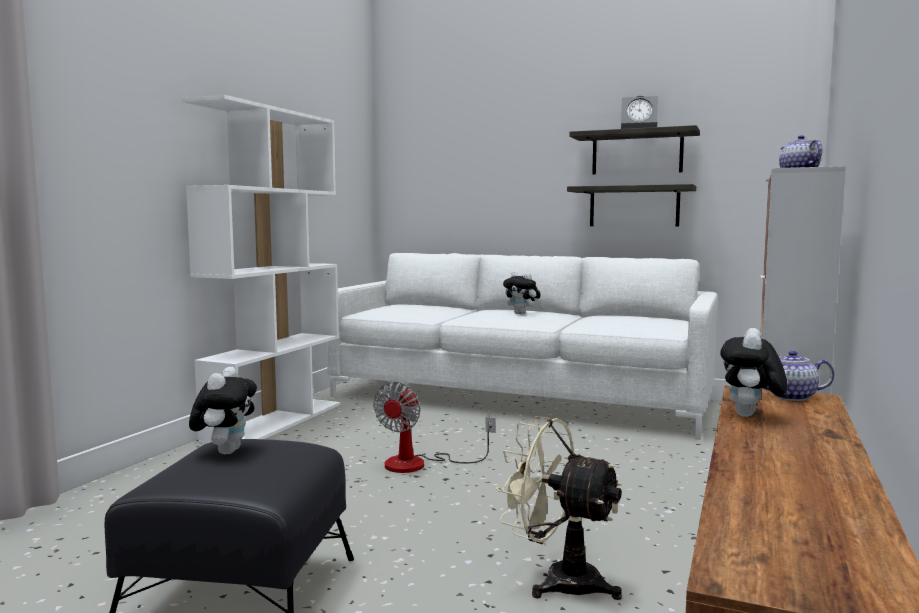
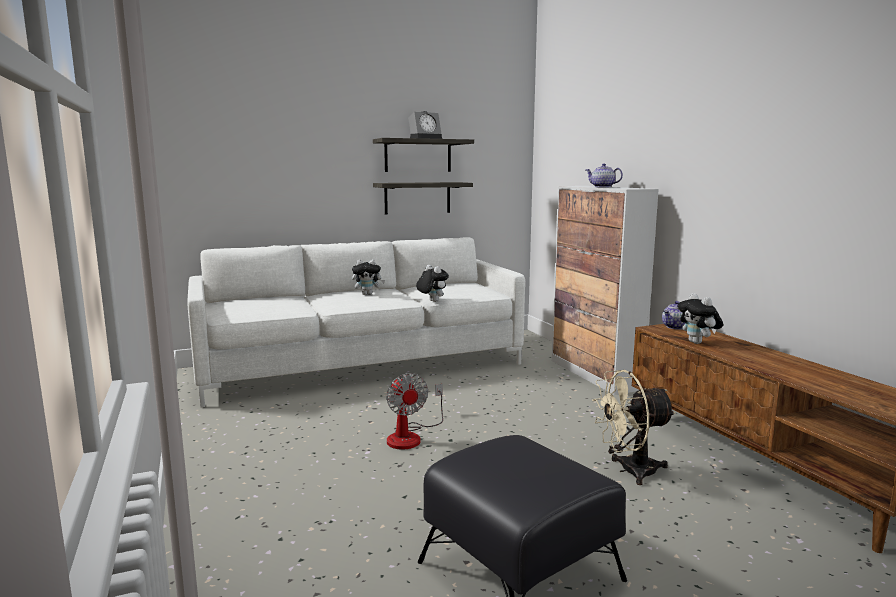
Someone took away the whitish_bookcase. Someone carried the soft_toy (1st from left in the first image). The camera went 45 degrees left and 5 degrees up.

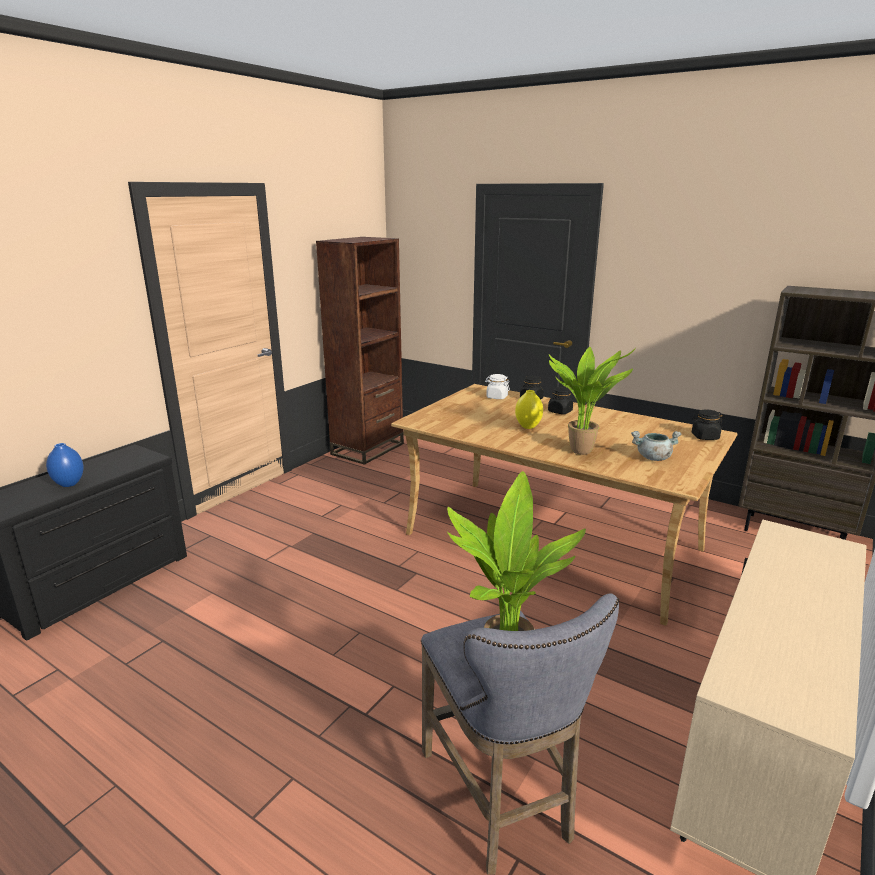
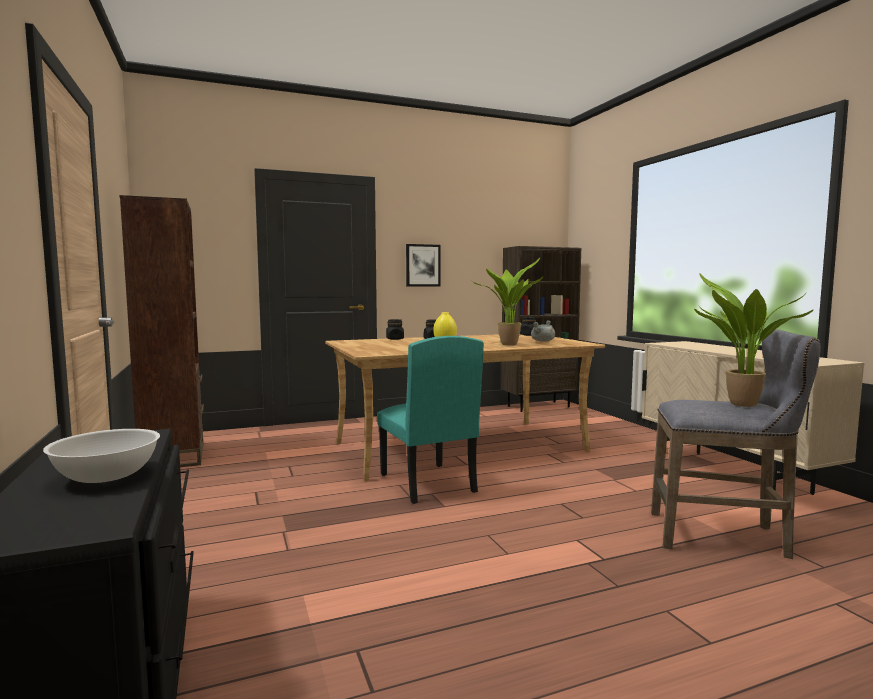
Someone took away the whitish_jar. Someone swapped the blue_vase for the whitish_bowl. Someone put up the wall_picture. Someone put down the turquoise_chair. The camera went 55 degrees left and 15 degrees down.

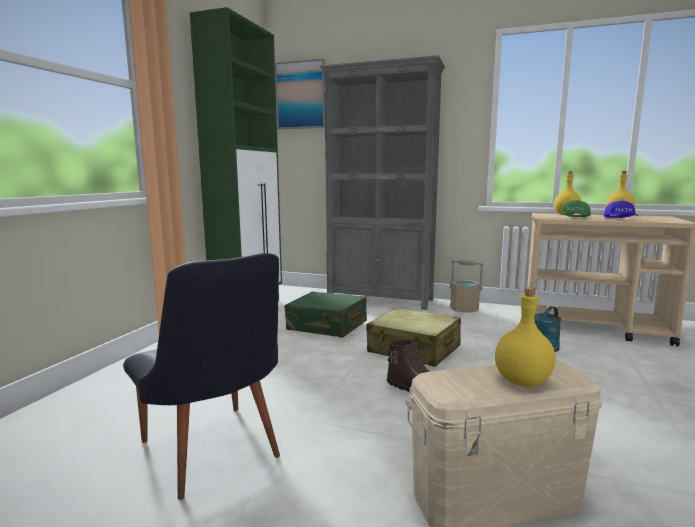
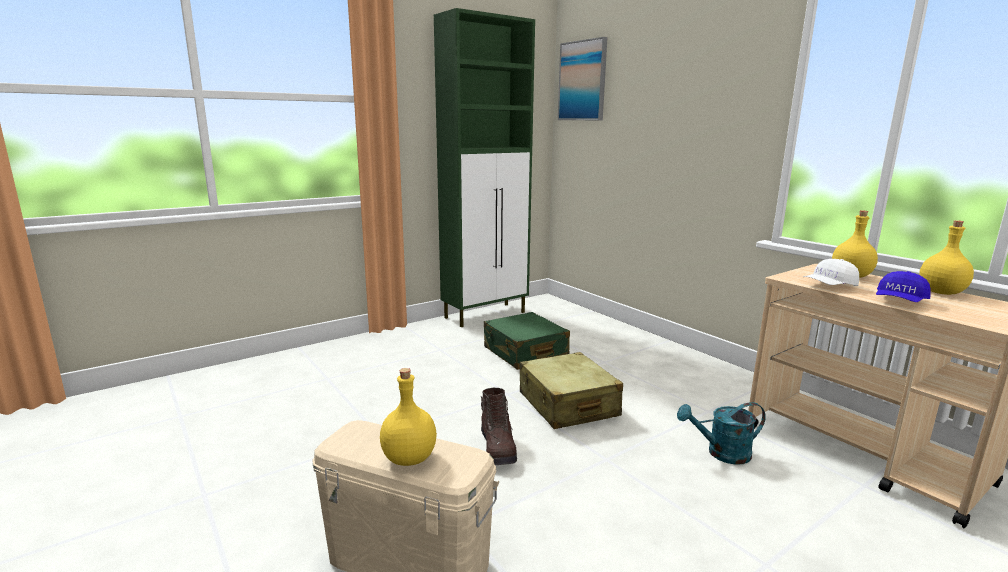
Someone took away the greyish_bookcase. Someone repainted the green-coloured_peaked_cap, which became the whitish_peaked_cap. Someone took away the black_chair. Someone took away the beige-coloured_pail. The camera went 35 degrees right and 5 degrees up.

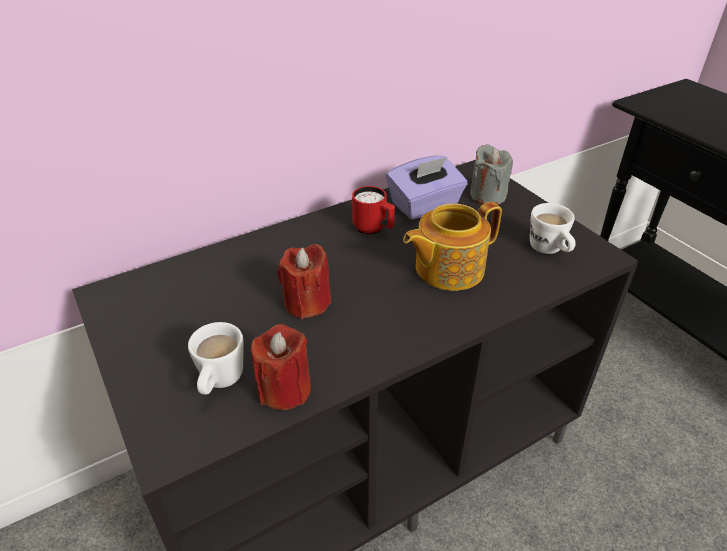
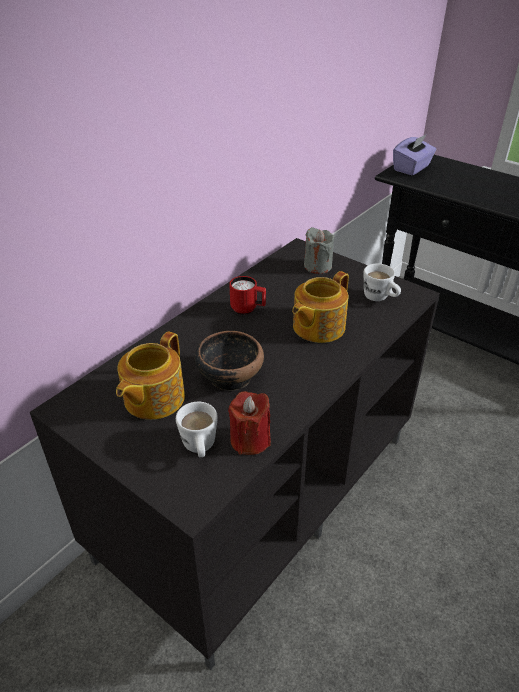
Someone carried the purplish_tissue_holder. Someone swapped the red-coloured_wax_light (2nd from left) for the bowl. Someone put down the teapot (1st from left). The camera went 20 degrees left and 0 degrees up.

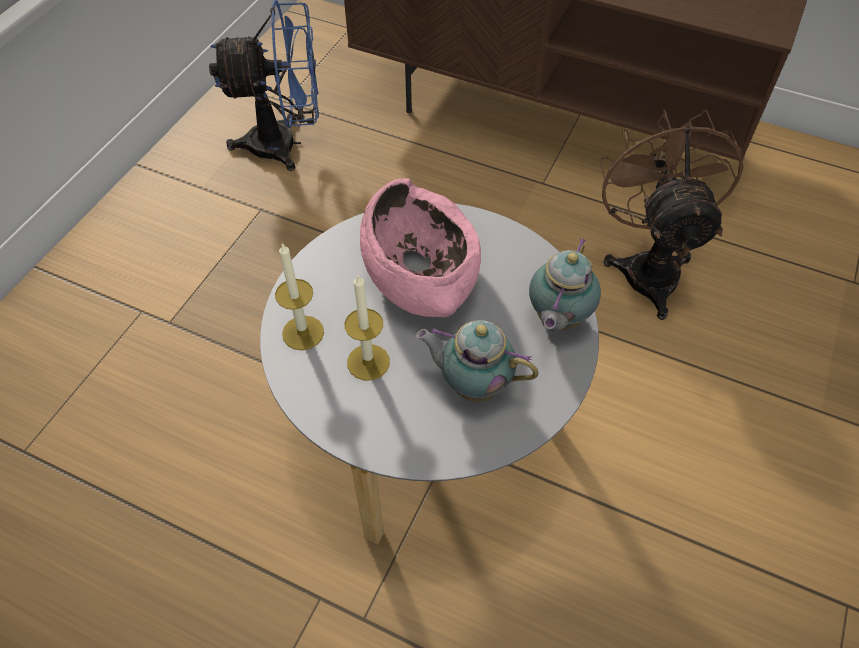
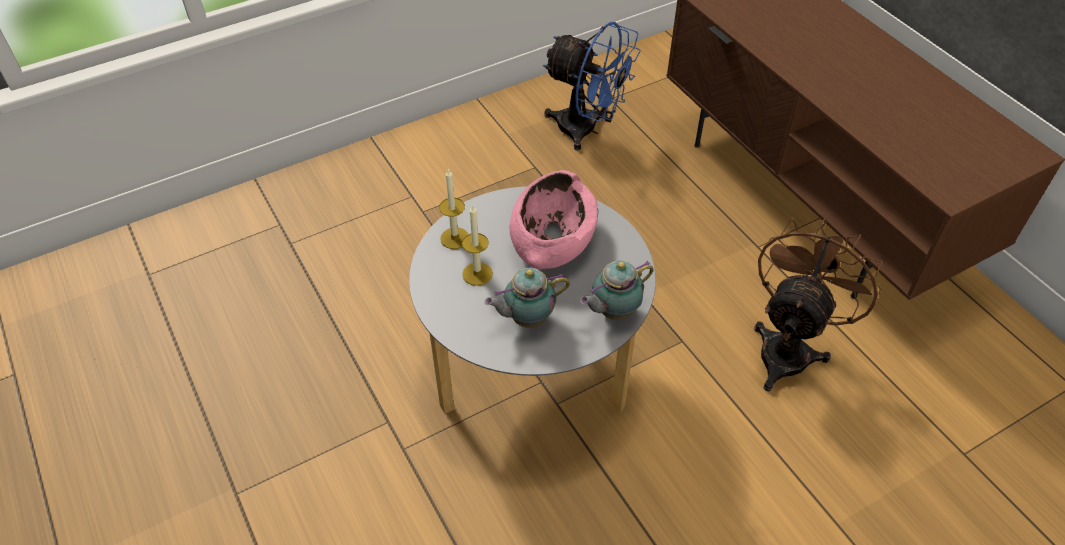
Someone rotated the teapot (1st from left) by 75 degrees counterclockwise. The camera went 35 degrees right and 5 degrees down.

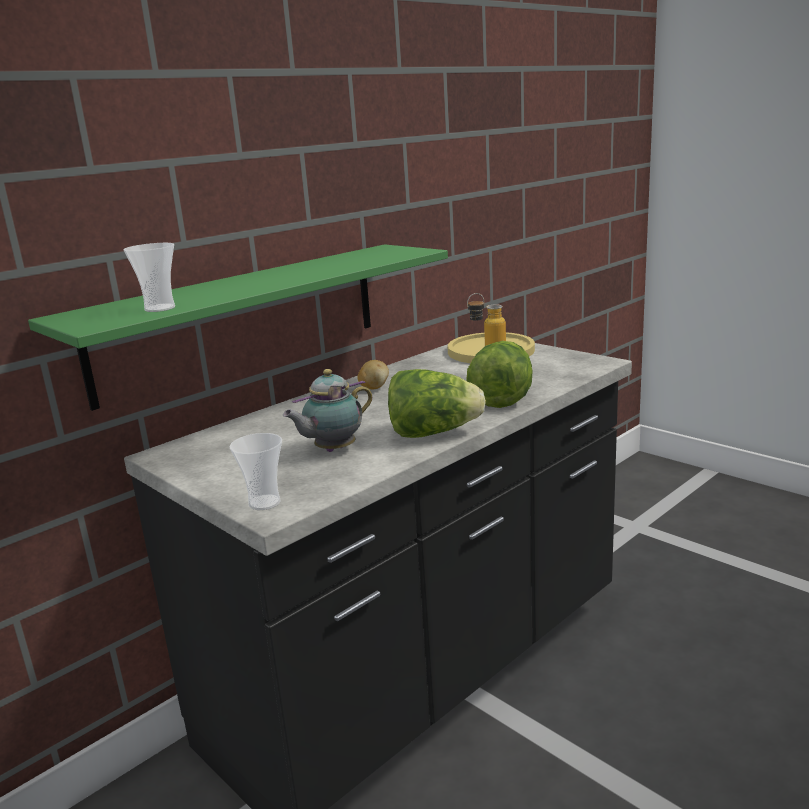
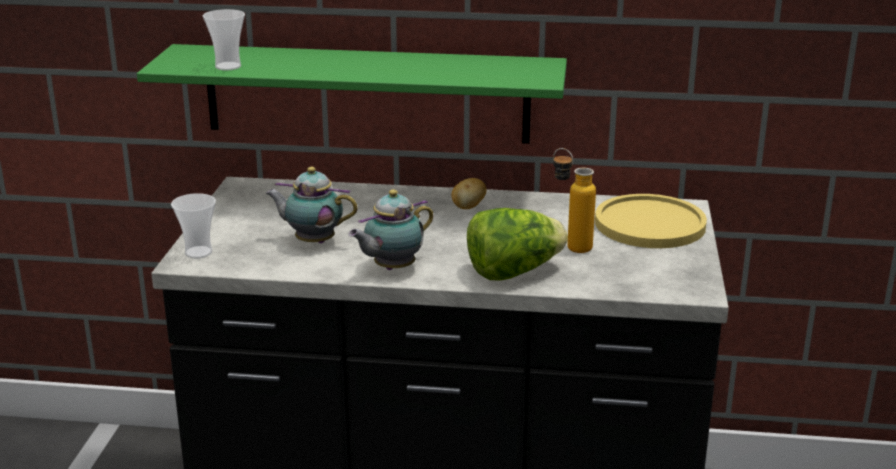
Someone swapped the lettuce (1st from left) for the teapot (2nd from left). The camera went 50 degrees right and 5 degrees up.

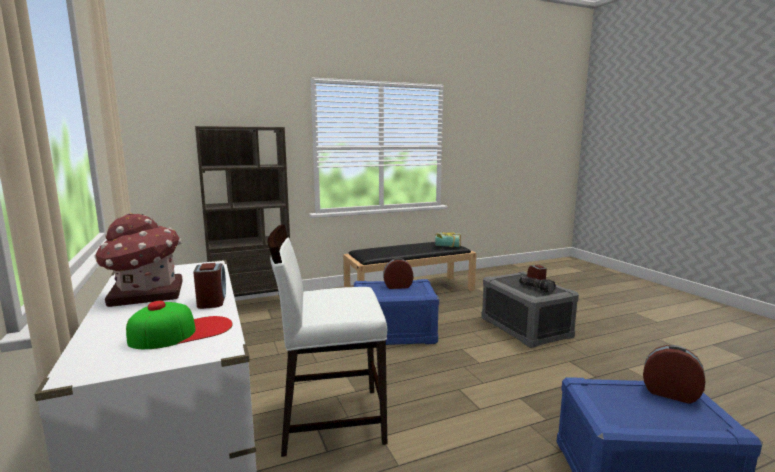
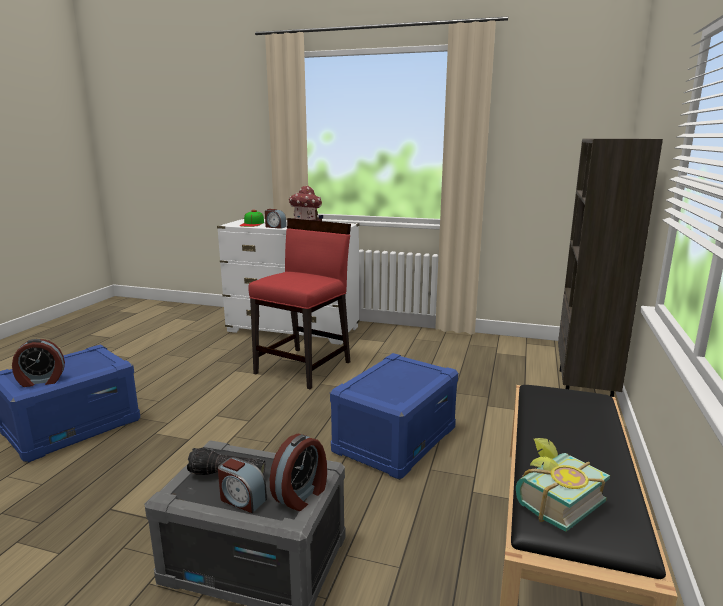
Someone repainted the whitish_chair, which became the red-coloured_chair. Someone carried the table_clock (2nd from left in the first image). The camera went 130 degrees right and 5 degrees up.

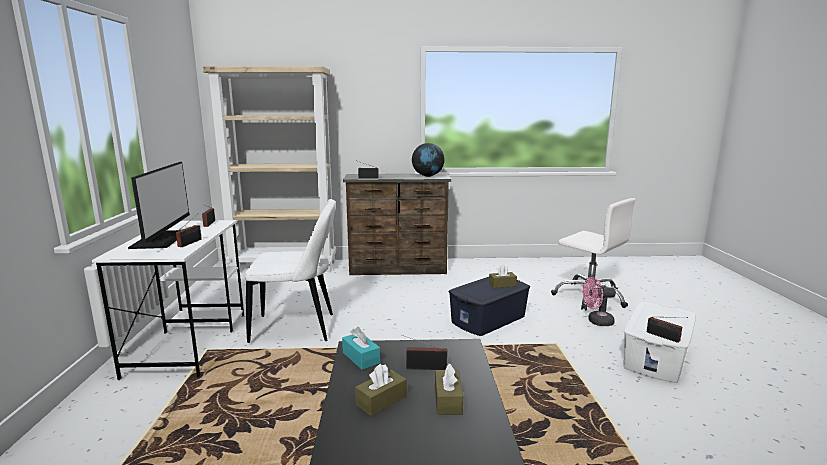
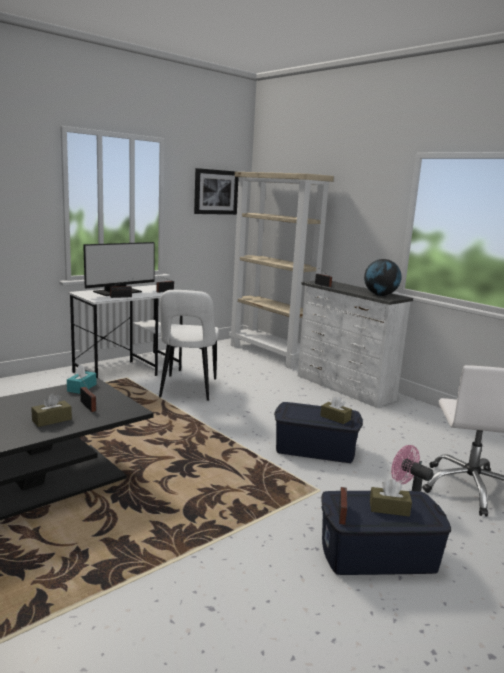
Someone repainted the brownish_drawer_chest, which became the whitish_drawer_chest. Someone rotated the whitish_chair by 45 degrees clockwise. Someone repainted the whitish_storage_box, which became the blue_storage_box (2nd from left). Someone carried the brownish_tissue_holder (1st from left in the first image). Someone put up the wall_picture. The camera went 50 degrees right and 0 degrees up.

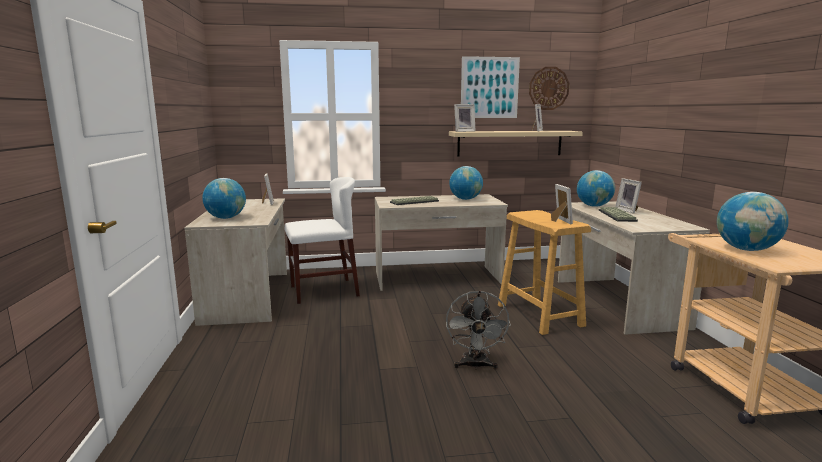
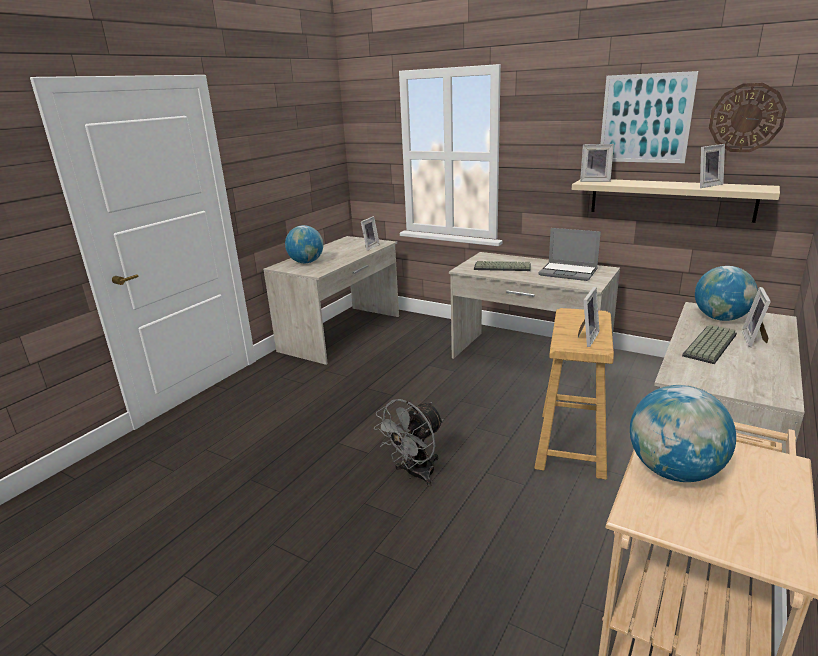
Someone swapped the globe (2nd from left) for the portable_computer. Someone took away the whitish_chair. The camera went 40 degrees right and 10 degrees up.

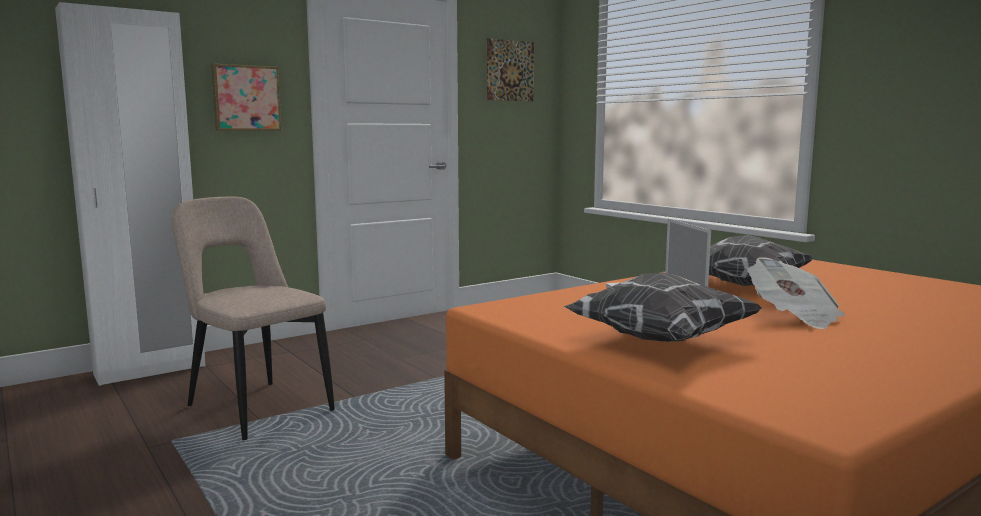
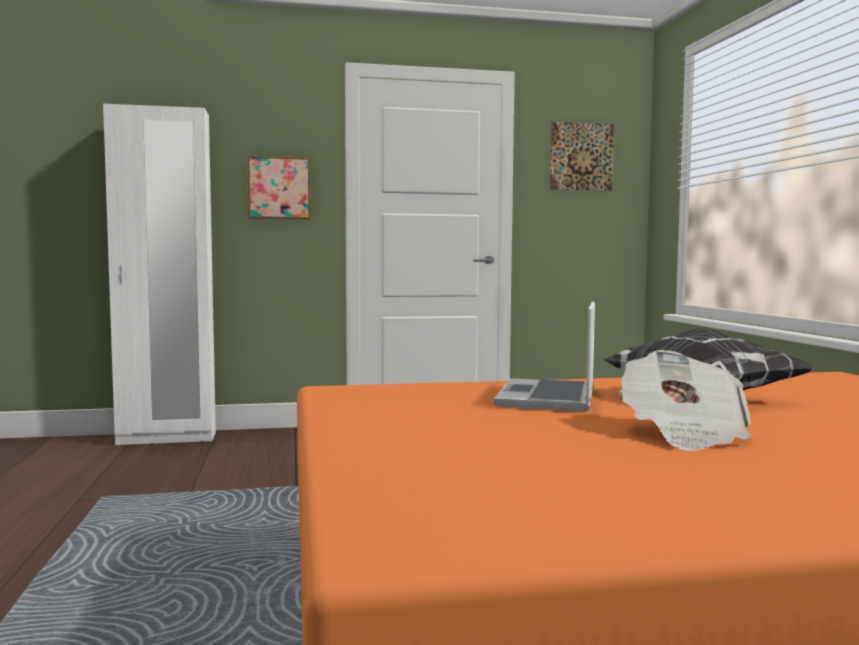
Someone took away the beige-coloured_chair. Someone took away the pillow (1st from left). The camera went 25 degrees right and 5 degrees down.

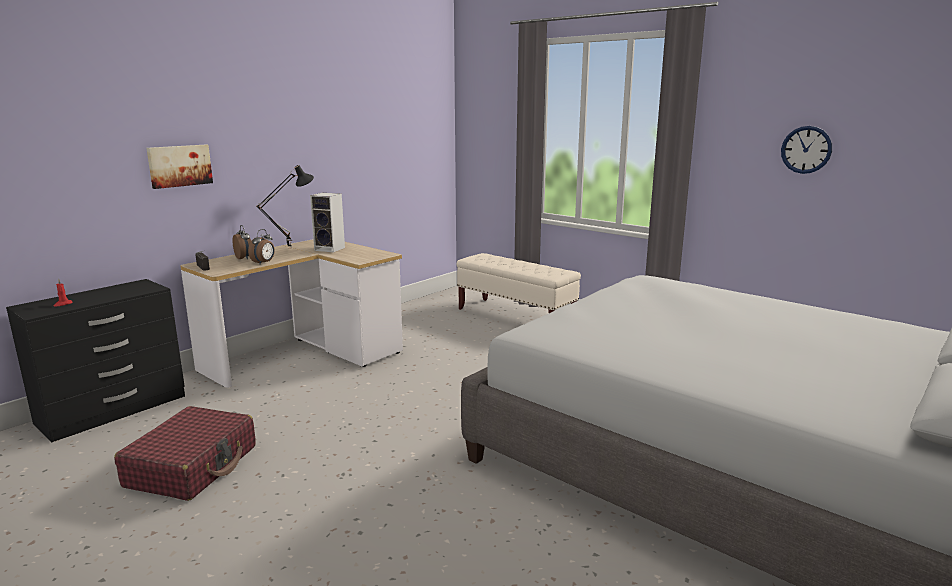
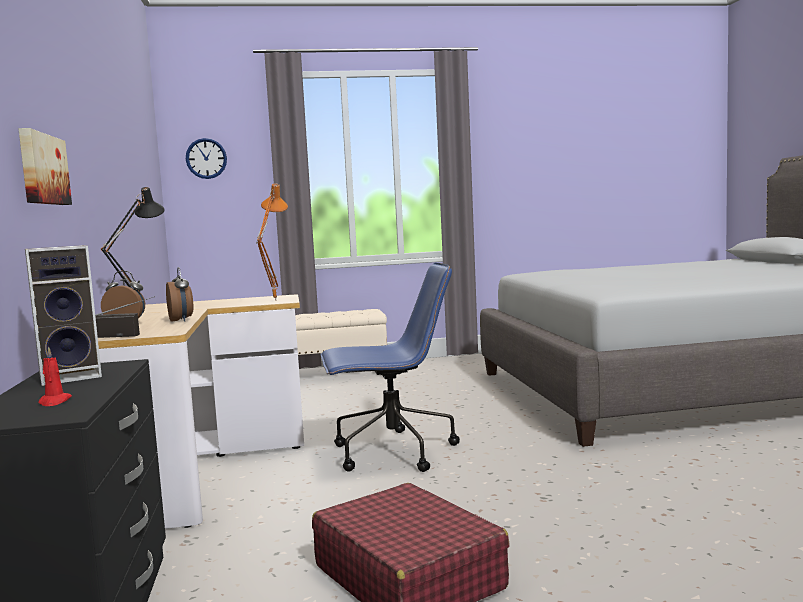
Someone carried the clock_on_the_wall. Someone carried the loudspeaker. Someone put down the orange-coloured_table_lamp. Someone put down the blue_computer_chair. The camera went 50 degrees left and 10 degrees down.

